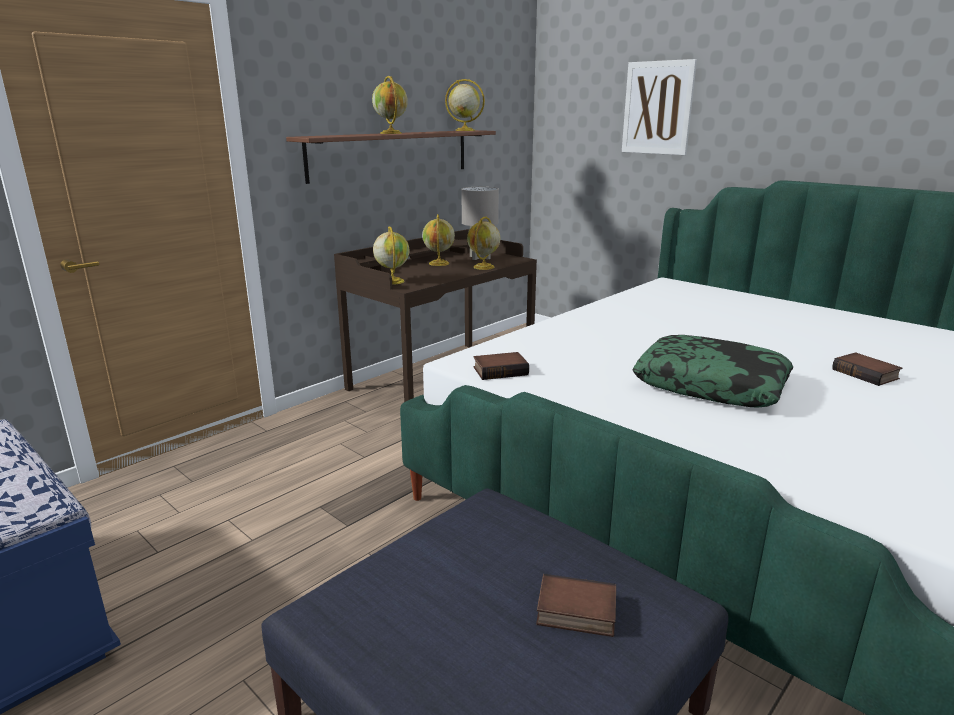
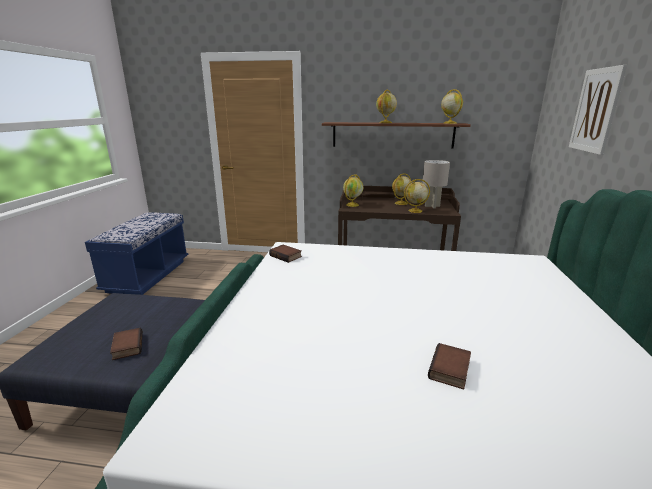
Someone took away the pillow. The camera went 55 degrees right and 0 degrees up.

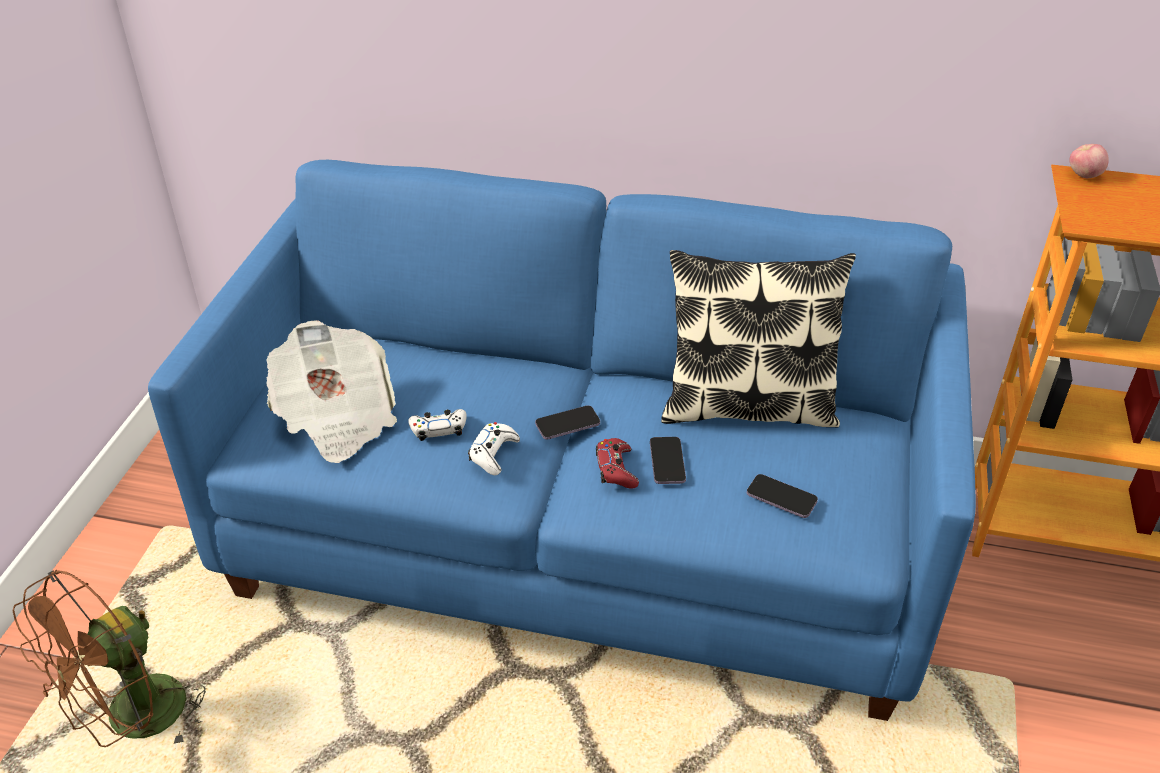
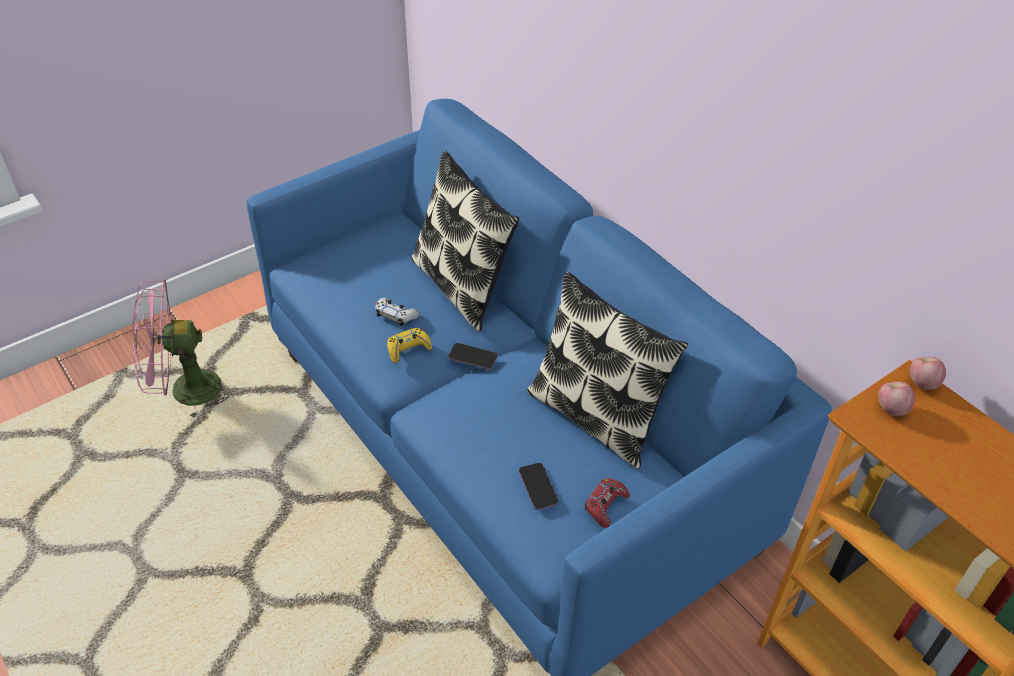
Someone took away the printed_paper. Someone repainted the whitish_gamepad (2nd from left), which became the yellowish_gamepad. Someone took away the telephone (2nd from left). Someone carried the red-coloured_gamepad. Someone repainted the brownish_fan, which became the pinkish_fan. Someone put down the pillow (1st from left). Someone put down the apple_fruit (1st from left). The camera went 40 degrees right and 5 degrees up.

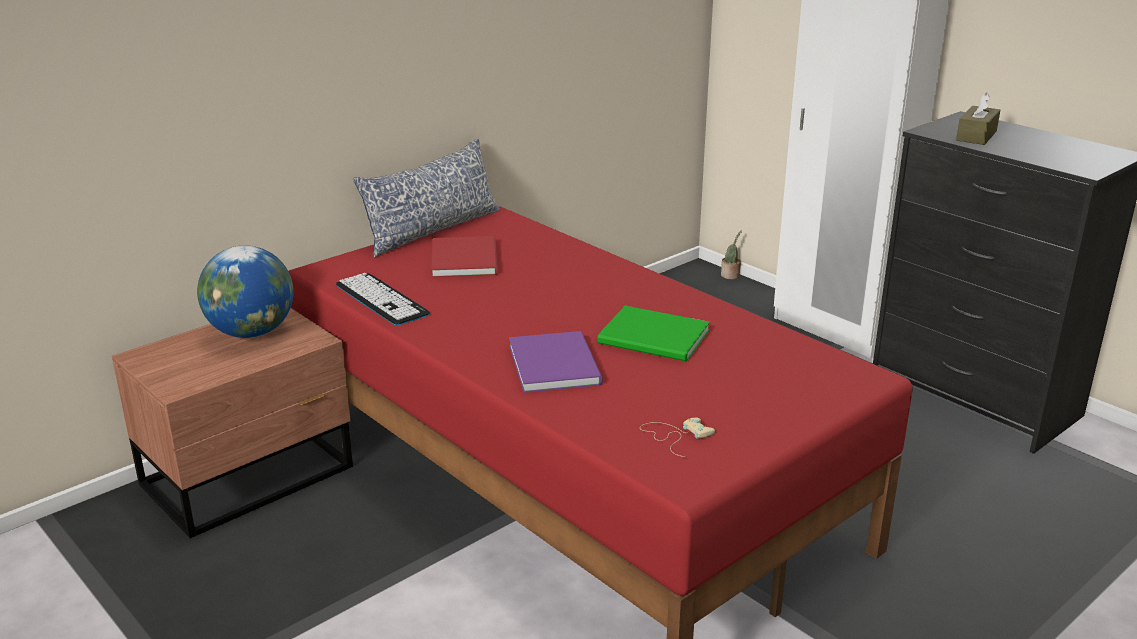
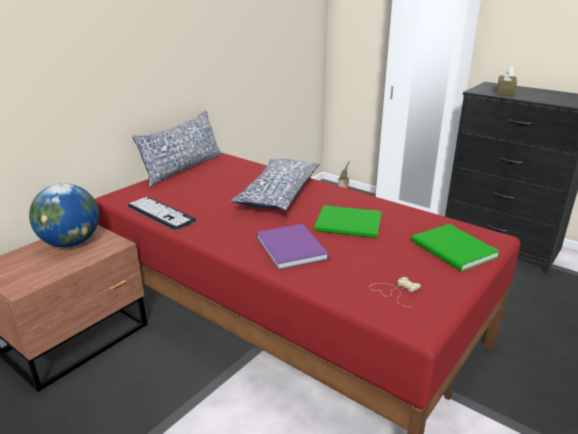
Someone took away the red-coloured_bound_book. Someone put down the pillow (2nd from left). Someone put down the green-coloured_bound_book (2nd from left). The camera went 10 degrees left and 0 degrees up.

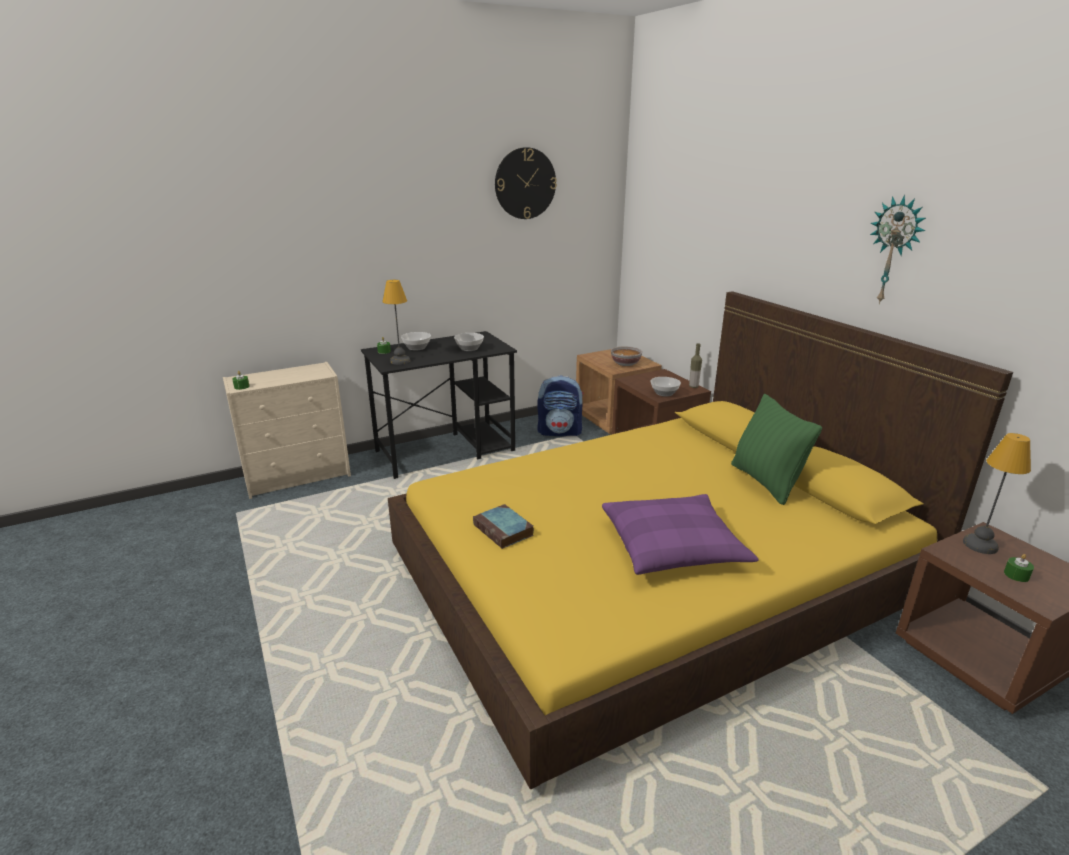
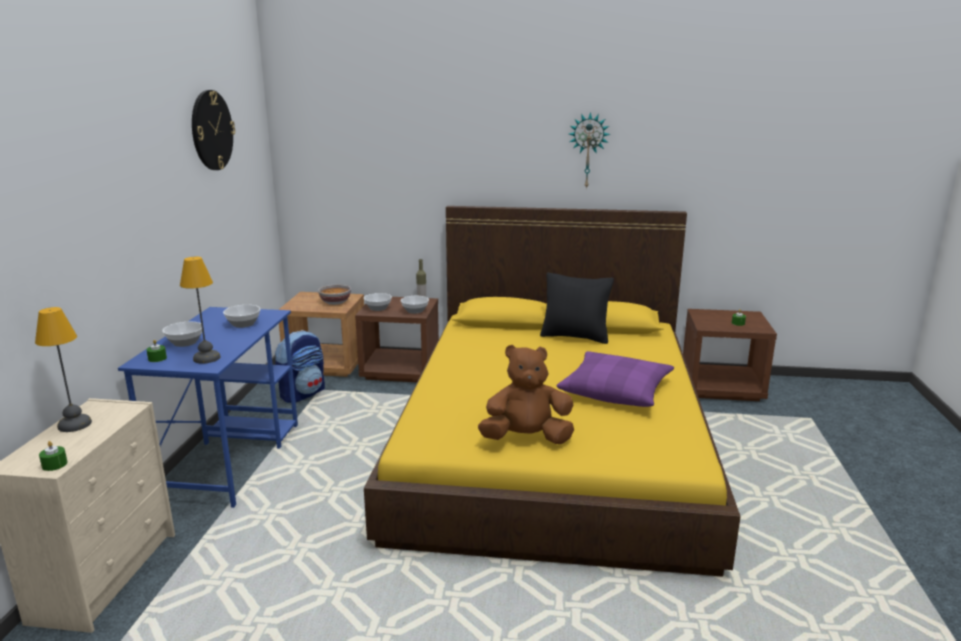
Someone repainted the black_desk, which became the blue_desk. Someone repainted the green-coloured_pillow, which became the black_pillow. Someone carried the table_lamp (2nd from left in the first image). Someone swapped the bound_book for the brownish_soft_toy. Someone put down the bowl (4th from left). The camera went 55 degrees left and 5 degrees down.

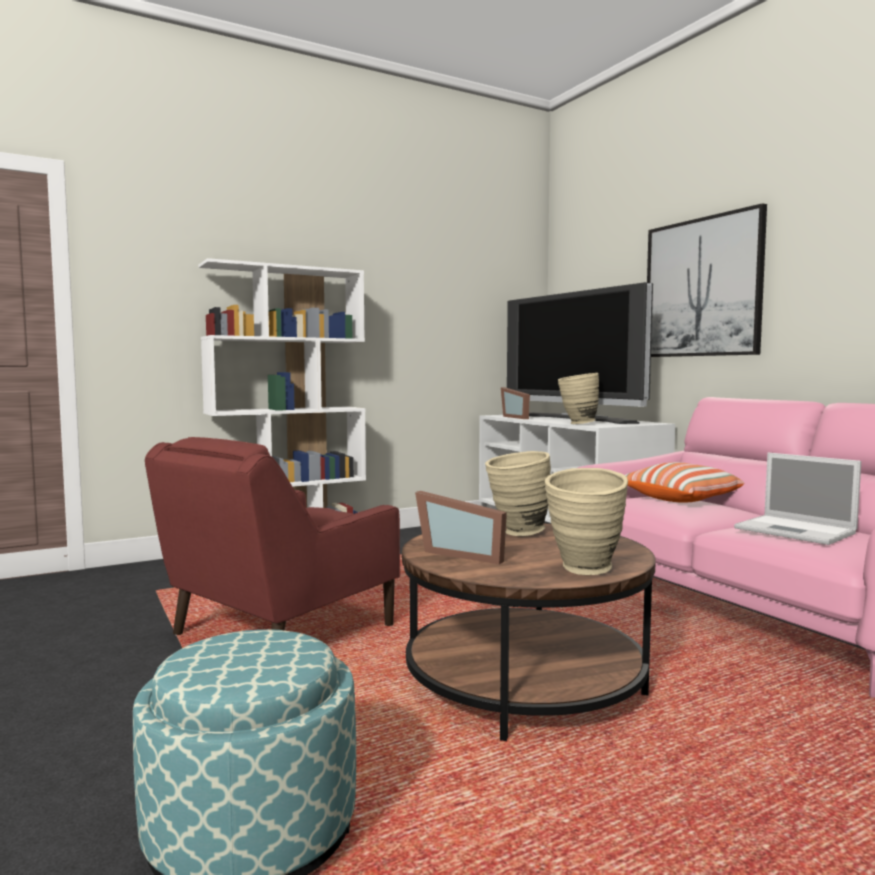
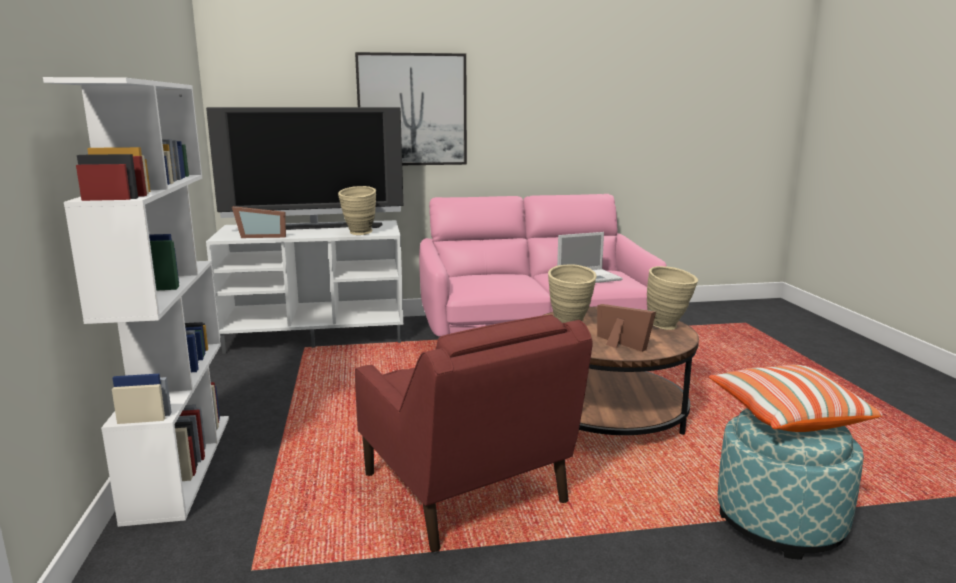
Someone carried the pillow. Someone rotated the standing_frame (1st from left in the first image) by 90 degrees counterclockwise. The camera went 70 degrees left and 10 degrees up.

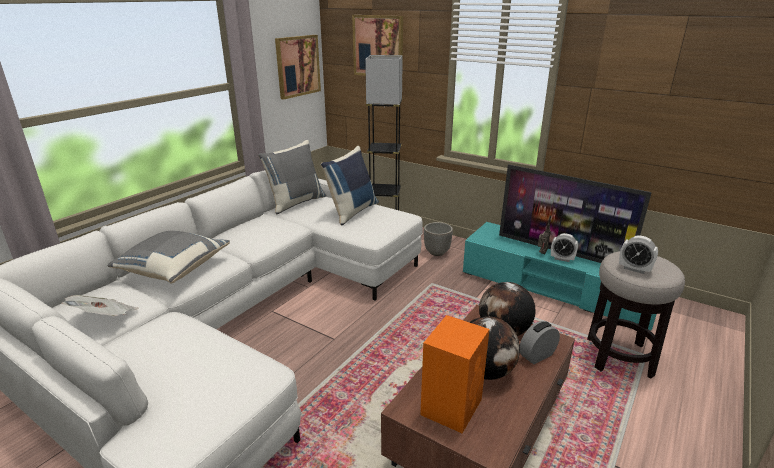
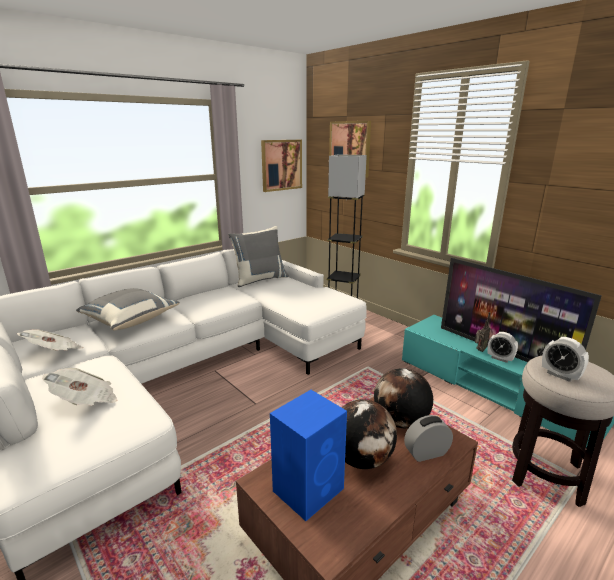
Someone took away the blue_pillow. Someone took away the plant_pot. Someone repainted the orange-coloured_loudspeaker, which became the blue_loudspeaker. Someone put down the printed_paper (2nd from left). The camera went 15 degrees right and 5 degrees down.

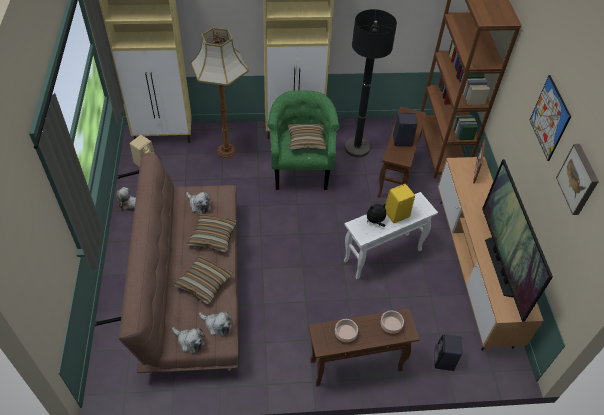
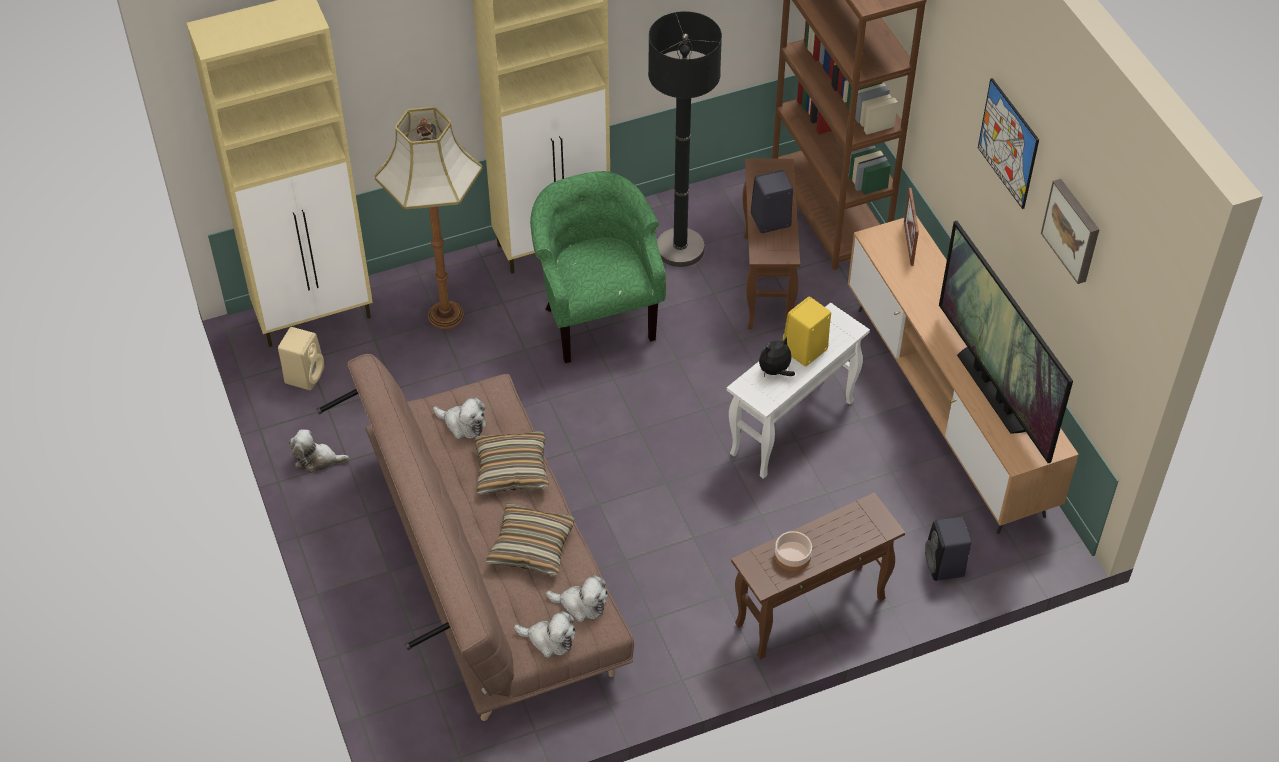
Someone took away the pillow (3rd from left). Someone took away the bowl (2nd from left). The camera went 15 degrees left and 0 degrees up.

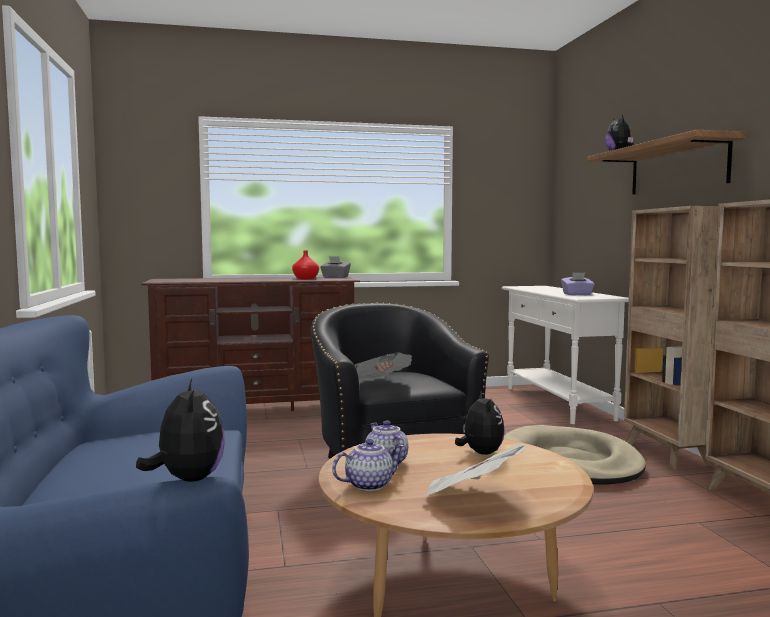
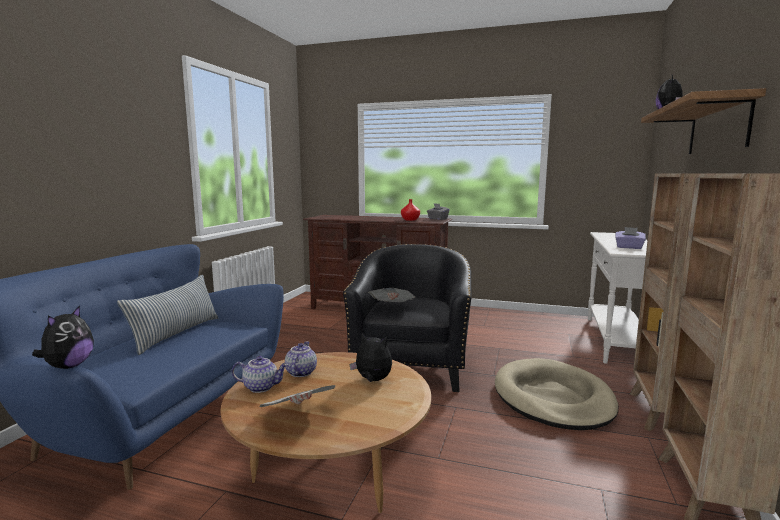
Someone rotated the soft_toy (2nd from left) by 90 degrees counterclockwise. Someone put down the pillow. The camera went 30 degrees right and 5 degrees up.

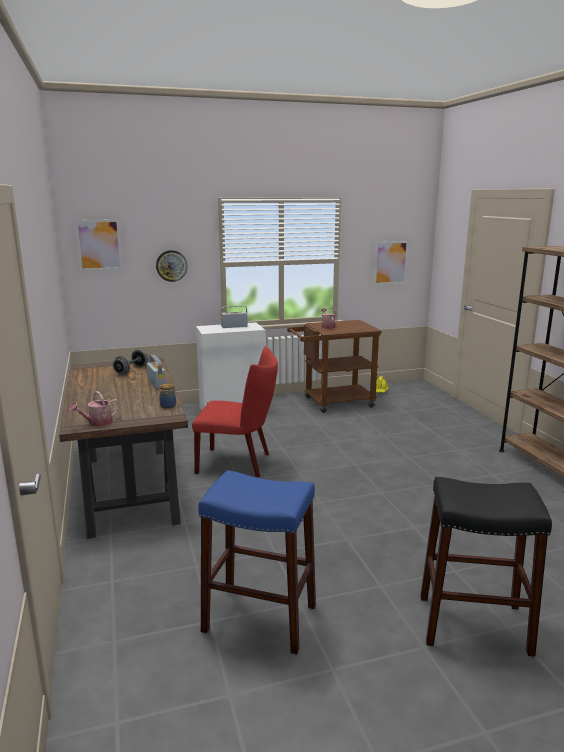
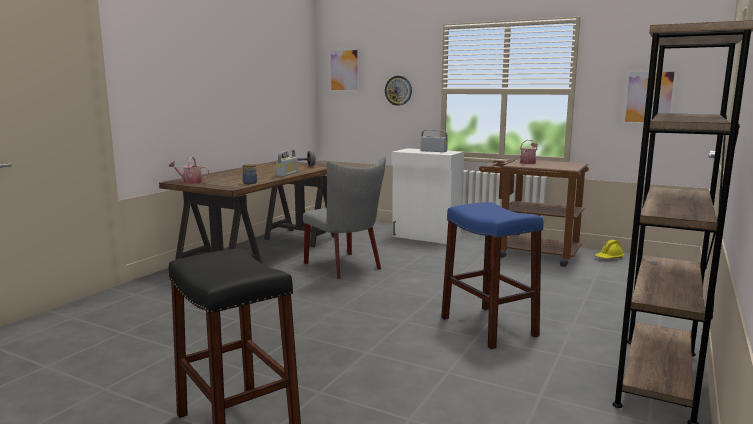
Someone repainted the red-coloured_chair, which became the greyish_chair. Someone carried the blue_stool_seat. The camera went 45 degrees right and 5 degrees down.

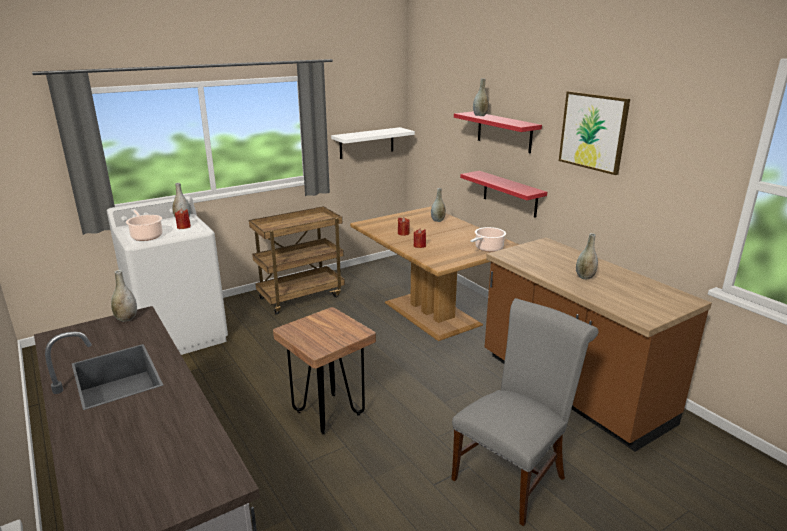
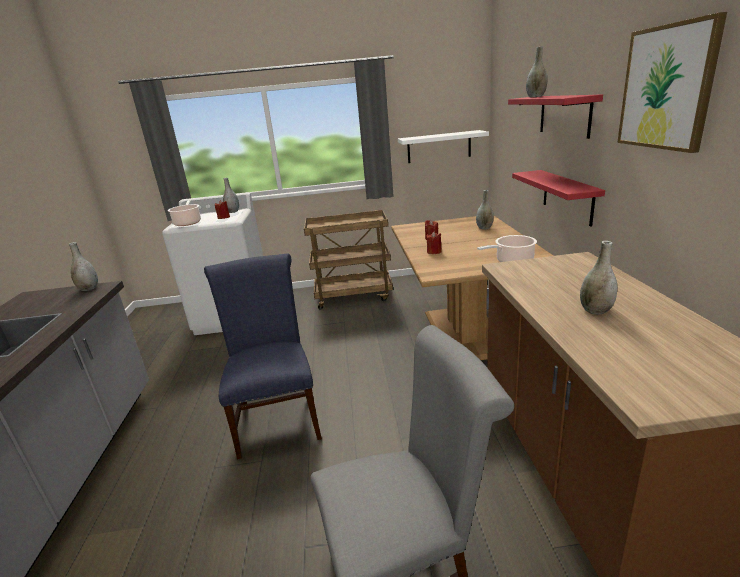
Someone swapped the brownish_stool_seat for the blue_chair. The camera went 30 degrees right and 0 degrees up.

